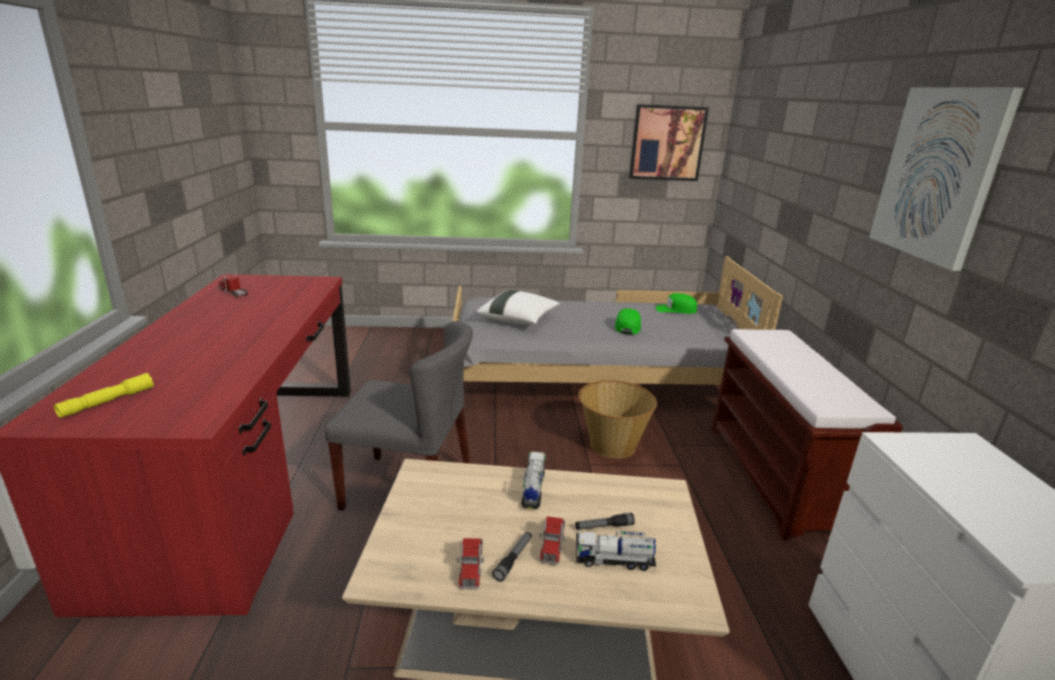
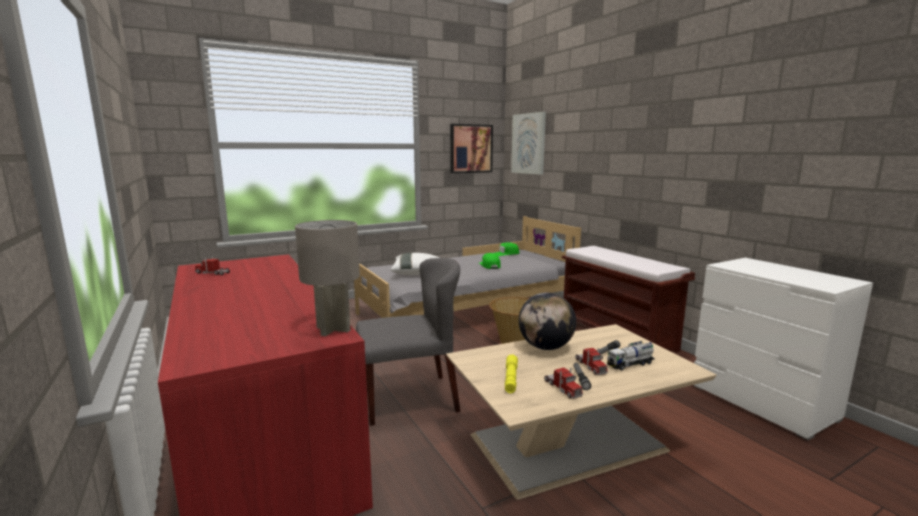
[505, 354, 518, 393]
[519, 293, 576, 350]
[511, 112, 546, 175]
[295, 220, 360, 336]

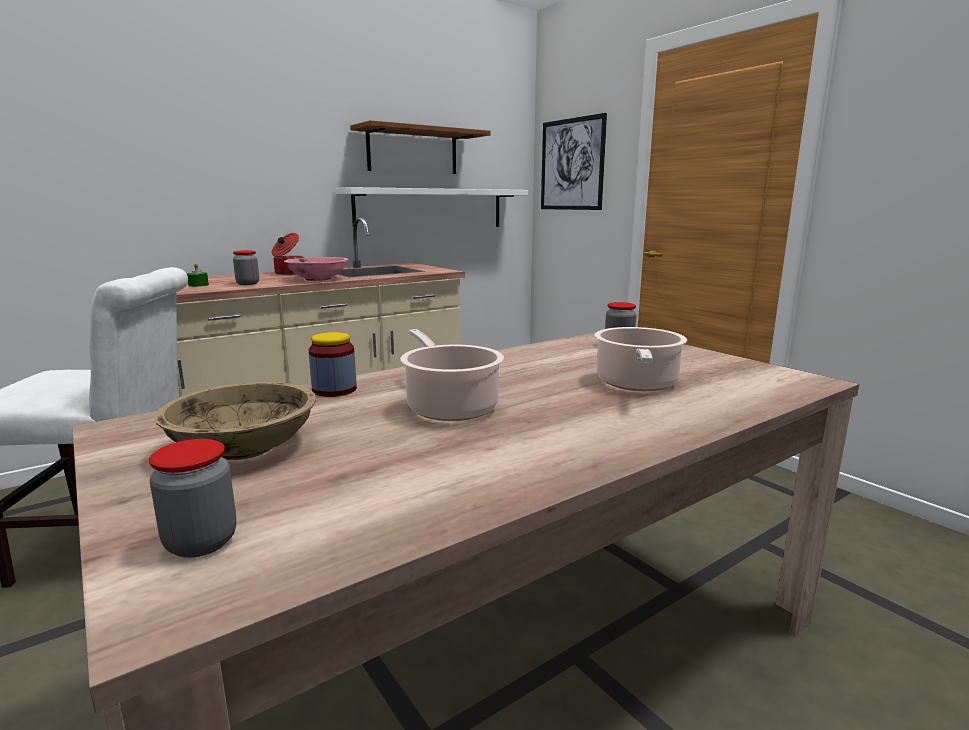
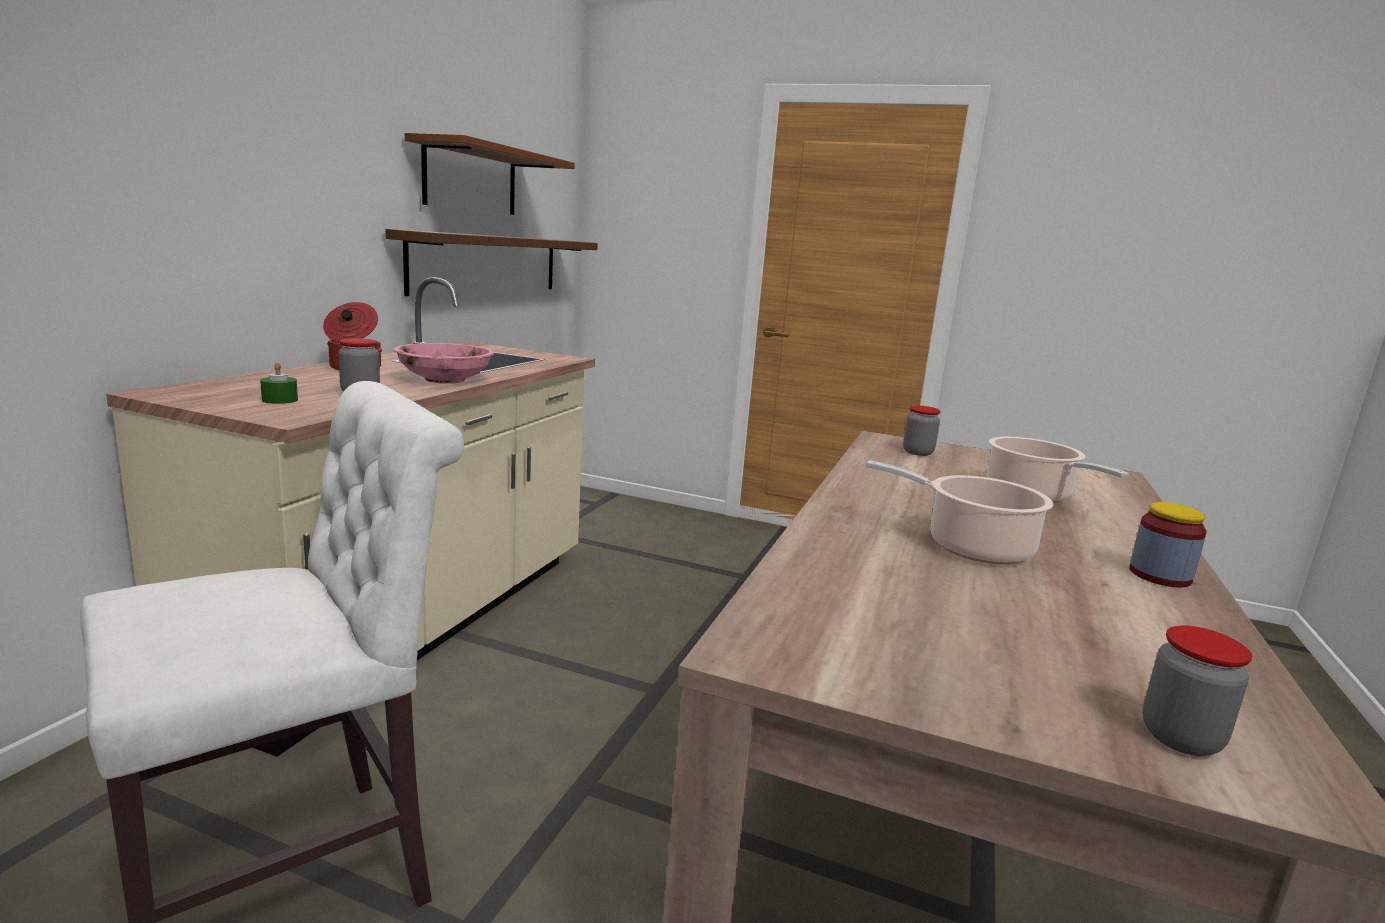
[154, 382, 316, 460] (first image)
[1129, 502, 1206, 587]
[385, 229, 598, 296]
[541, 113, 607, 210] (first image)

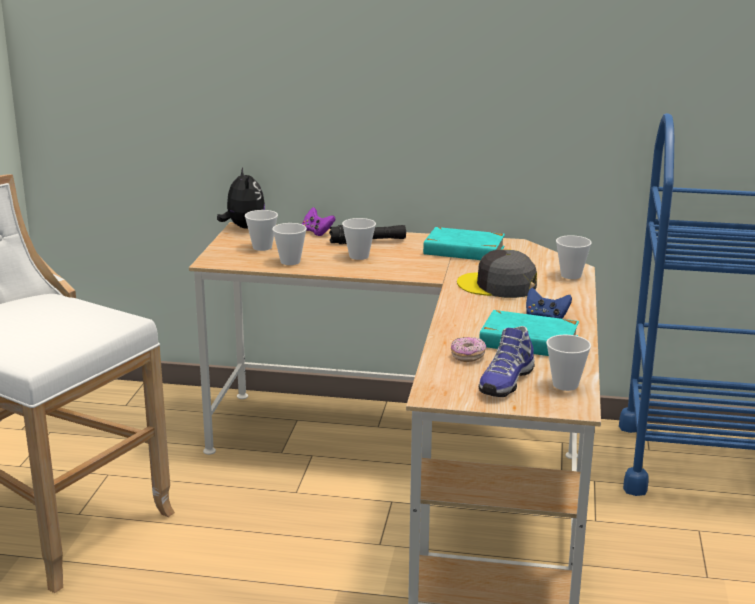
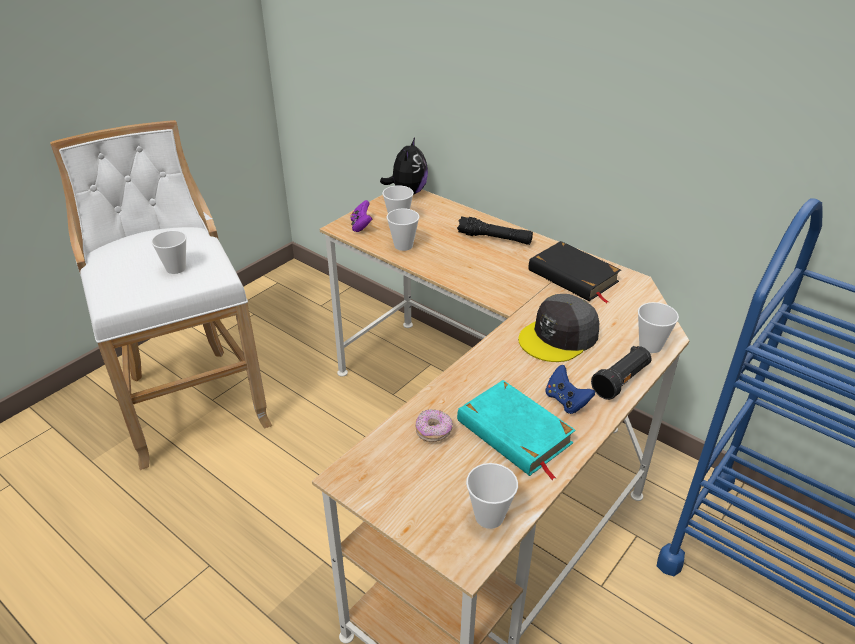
[351, 200, 372, 232]
[151, 230, 187, 274]
[529, 241, 621, 303]
[518, 294, 599, 362]
[479, 326, 535, 397] (first image)
[591, 346, 652, 400]

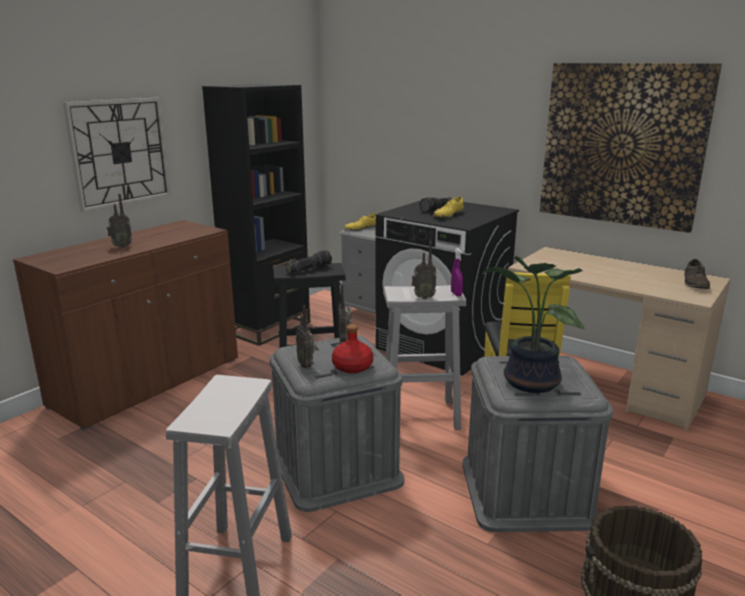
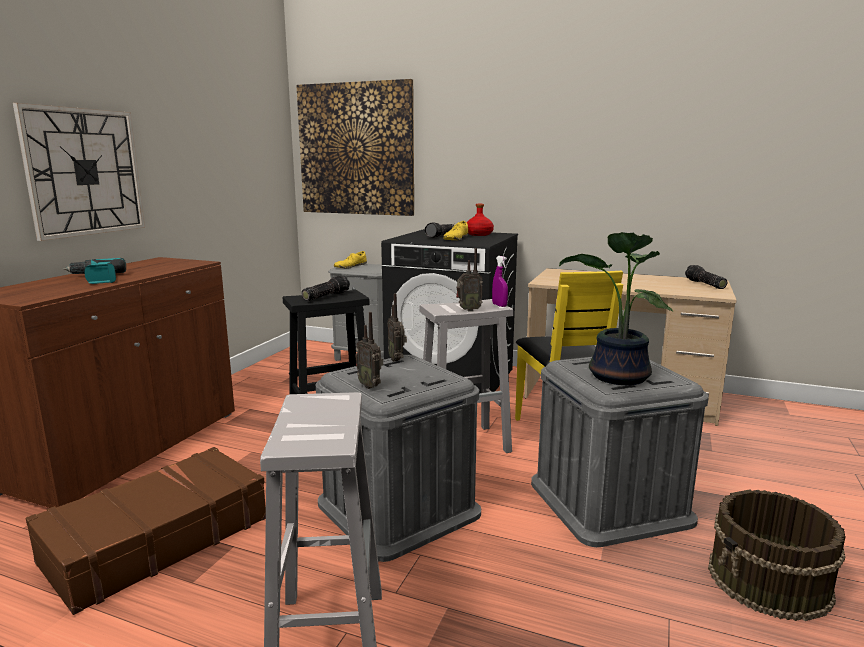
[63, 258, 126, 284]
[202, 84, 310, 346] (first image)
[467, 204, 494, 236]
[296, 79, 414, 216]
[685, 265, 727, 289]
[26, 447, 266, 615]

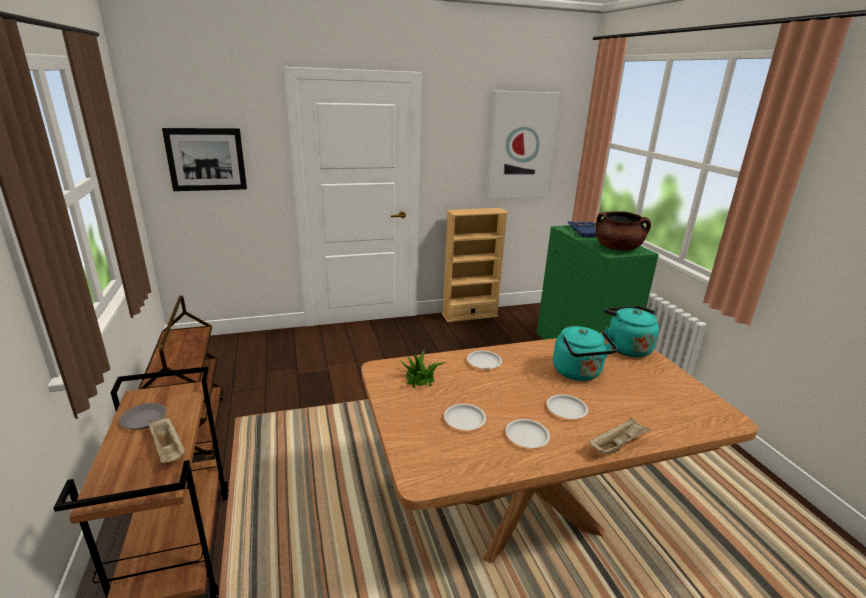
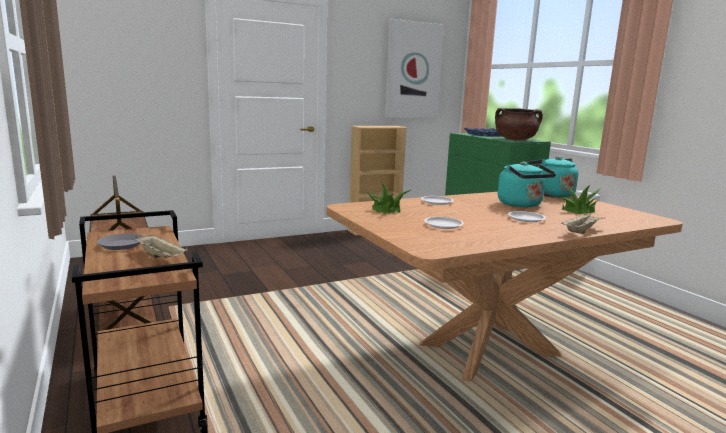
[162, 128, 247, 191] (first image)
[505, 419, 550, 448] (first image)
[559, 185, 602, 214]

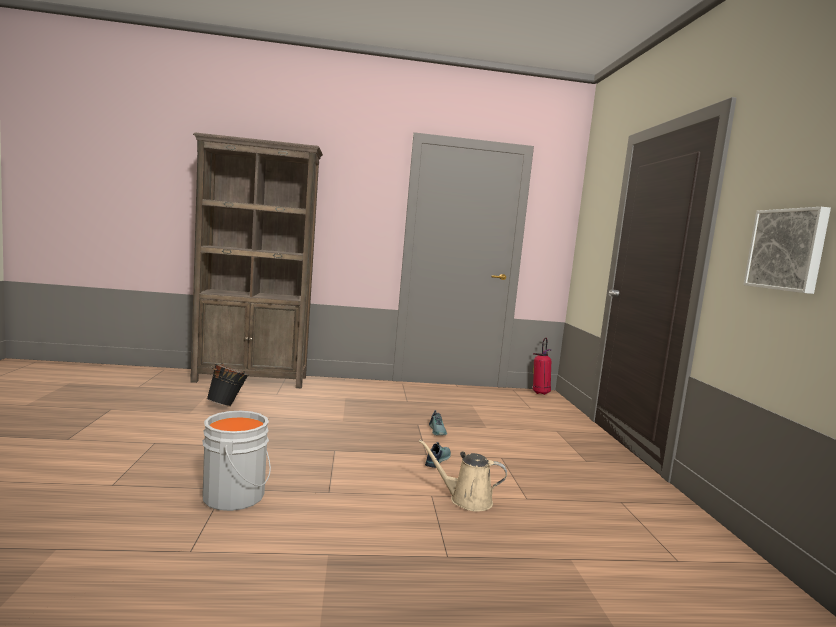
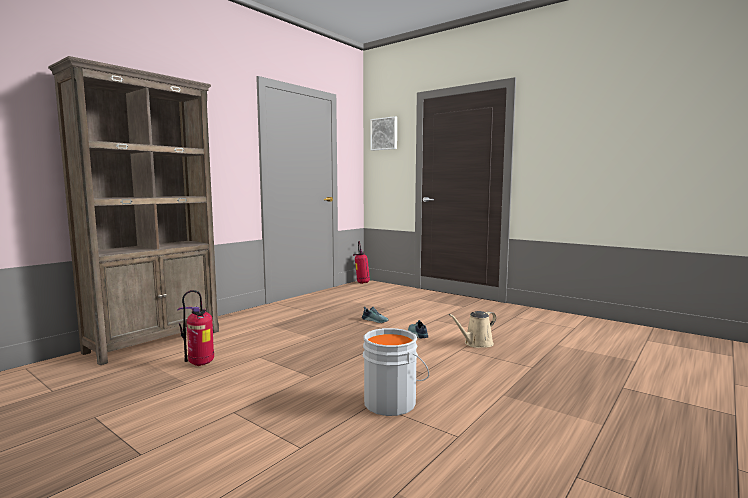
[177, 290, 214, 366]
[370, 116, 397, 151]

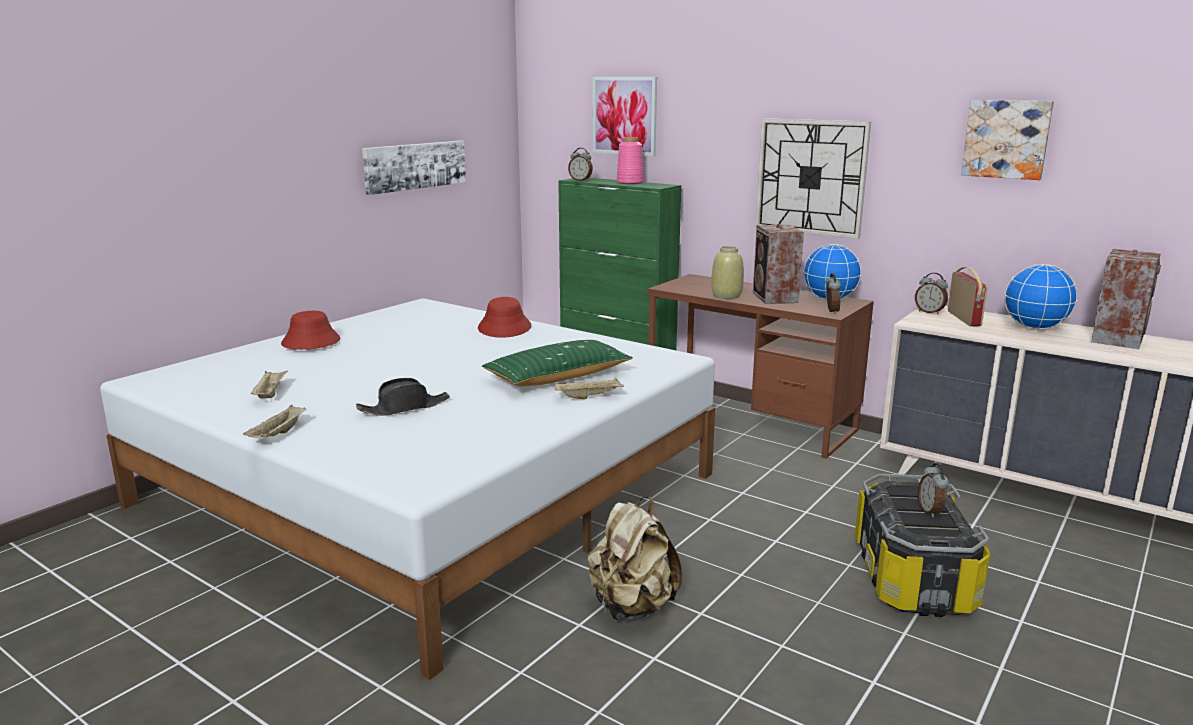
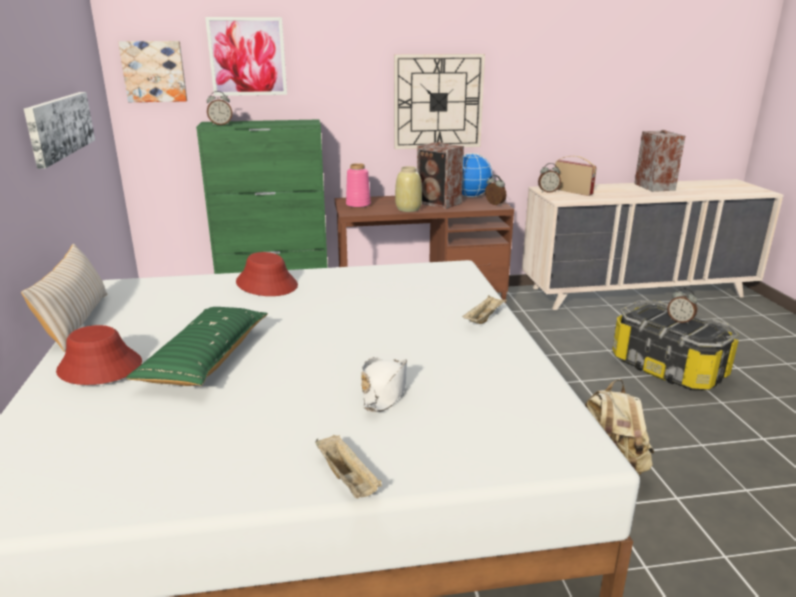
[250, 370, 288, 398] (first image)
[361, 357, 407, 412]
[126, 307, 268, 386]
[346, 163, 371, 208]
[118, 41, 187, 102]
[1005, 264, 1077, 329] (first image)
[21, 243, 107, 352]

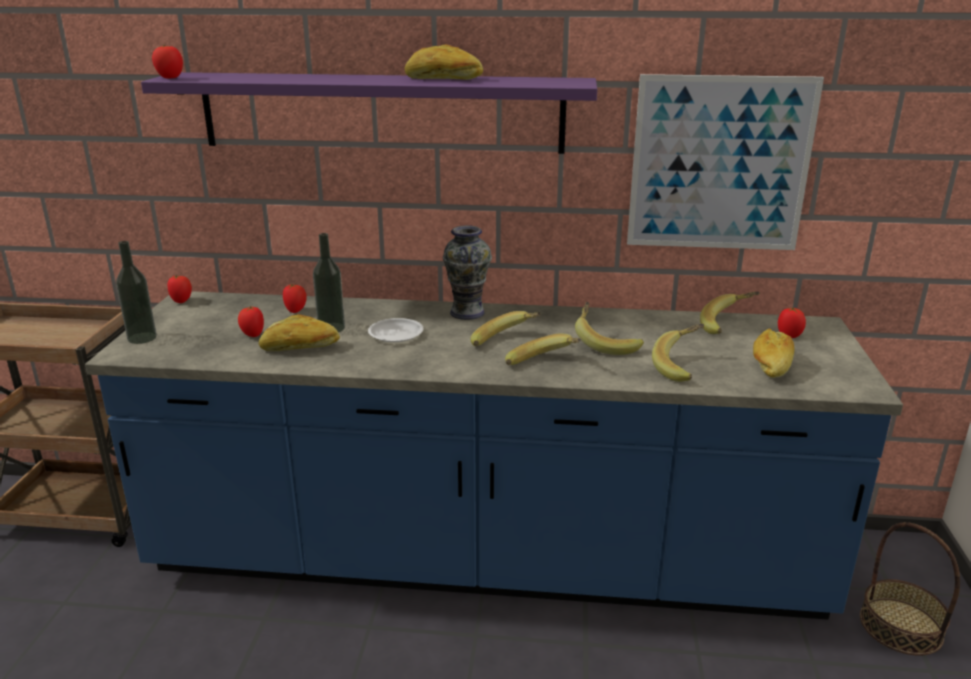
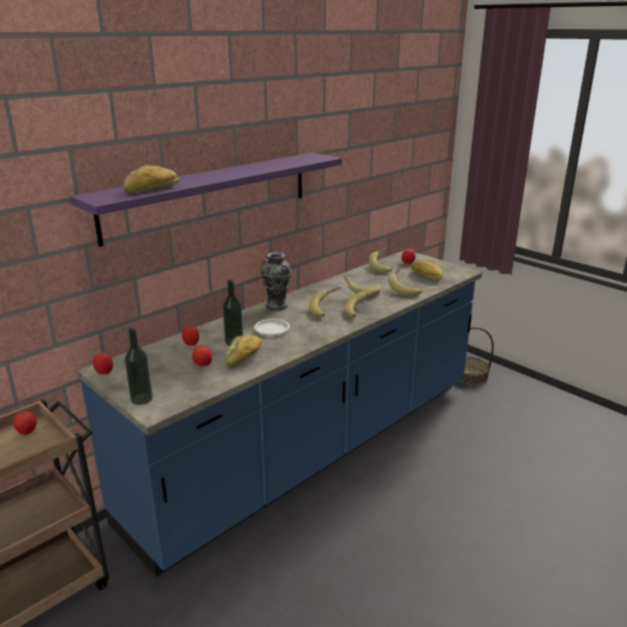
[13, 411, 37, 435]
[123, 165, 179, 193]
[627, 74, 824, 250] (first image)

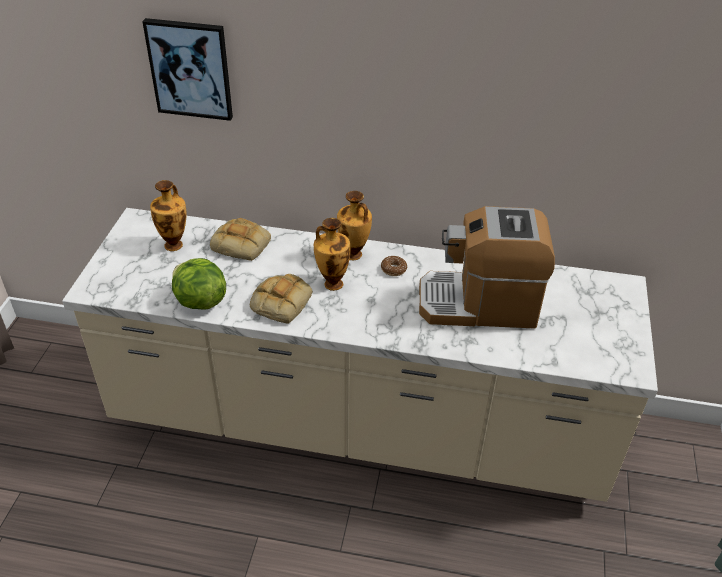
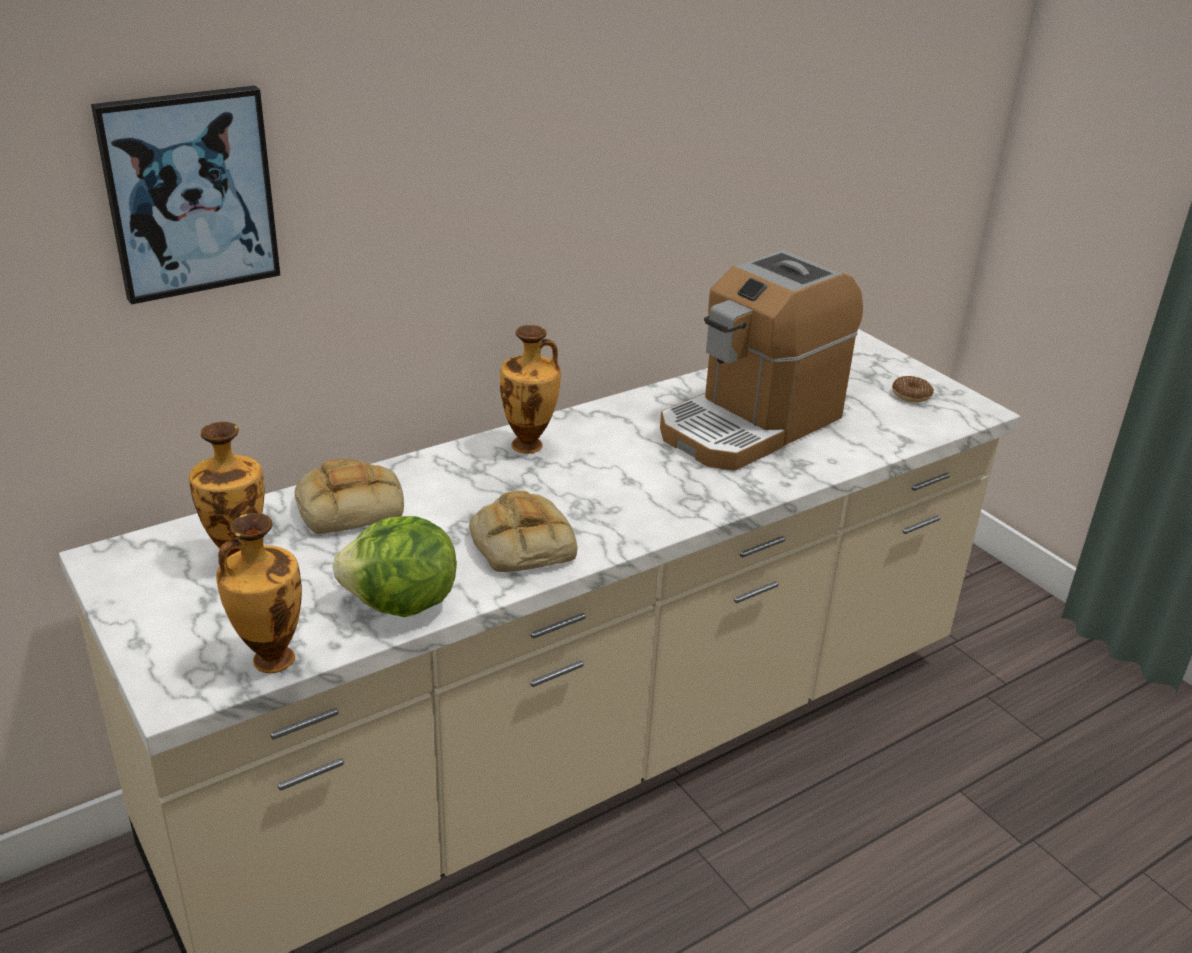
[216, 513, 302, 673]
[892, 376, 934, 402]

